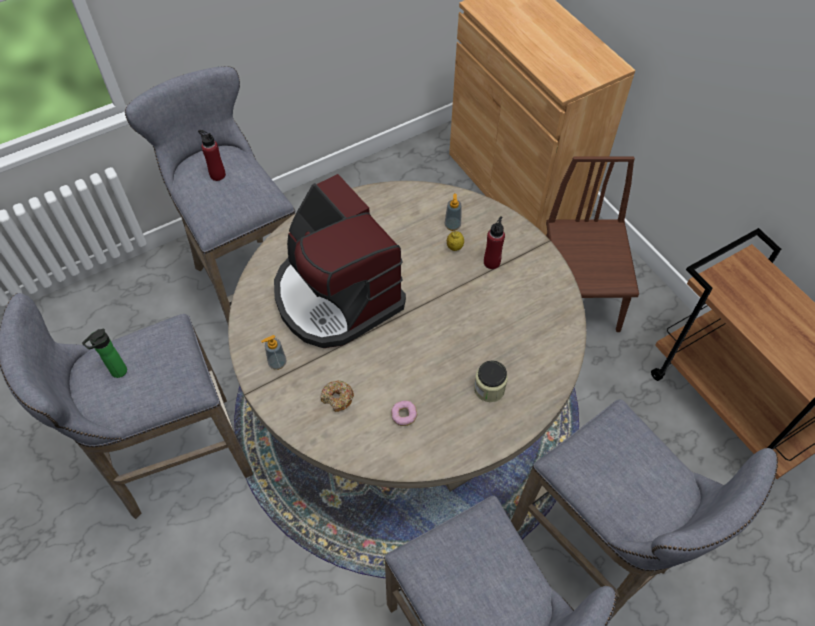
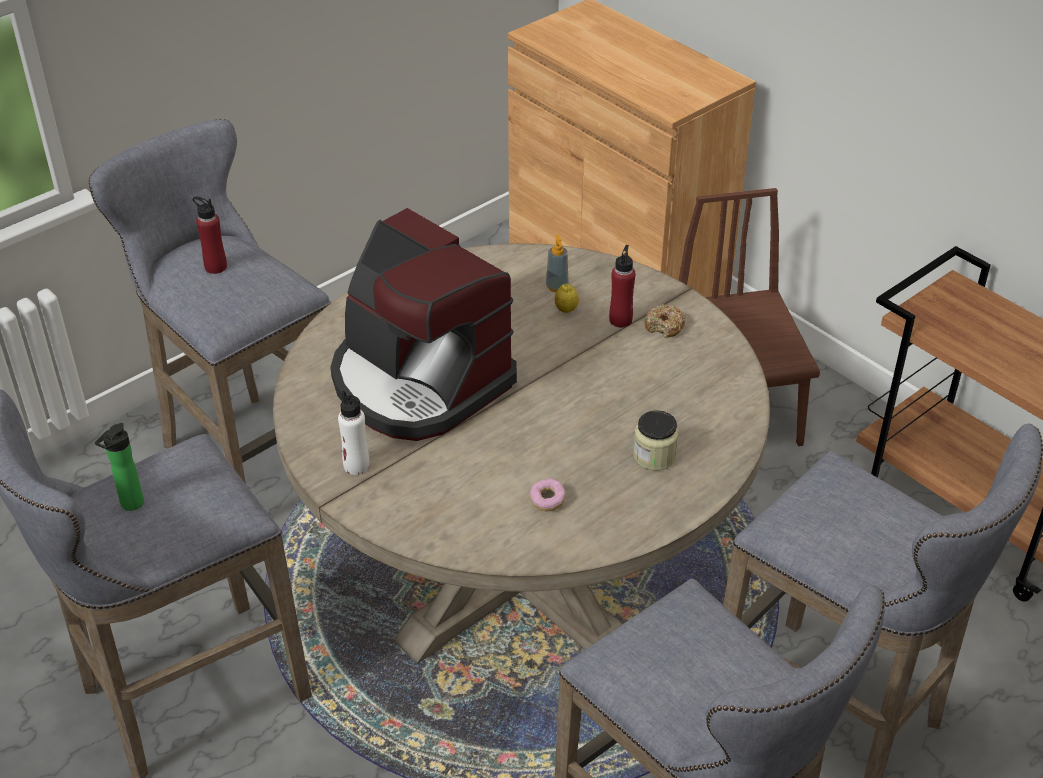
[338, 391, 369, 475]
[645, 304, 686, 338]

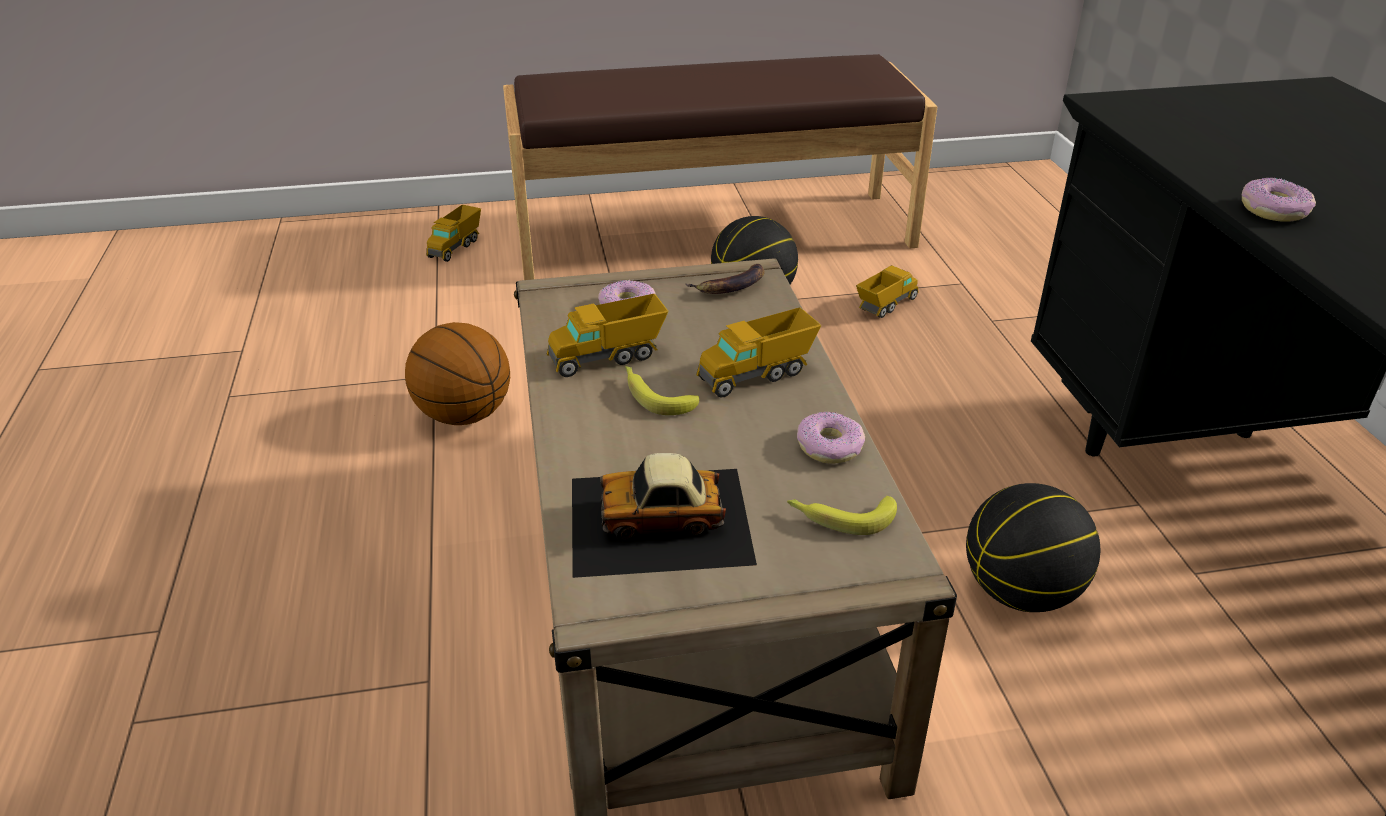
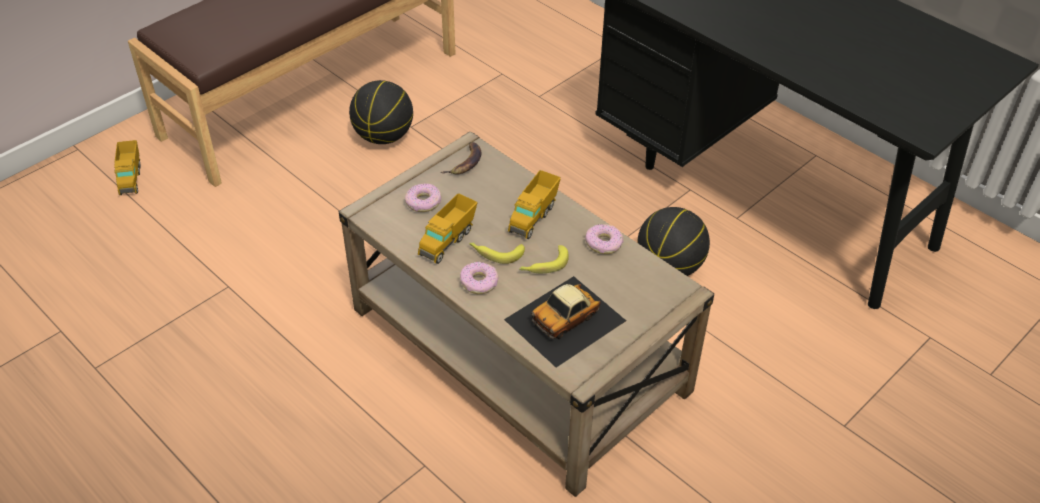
[405, 322, 510, 425] (first image)
[519, 245, 569, 273]
[856, 265, 918, 318] (first image)
[460, 262, 499, 294]

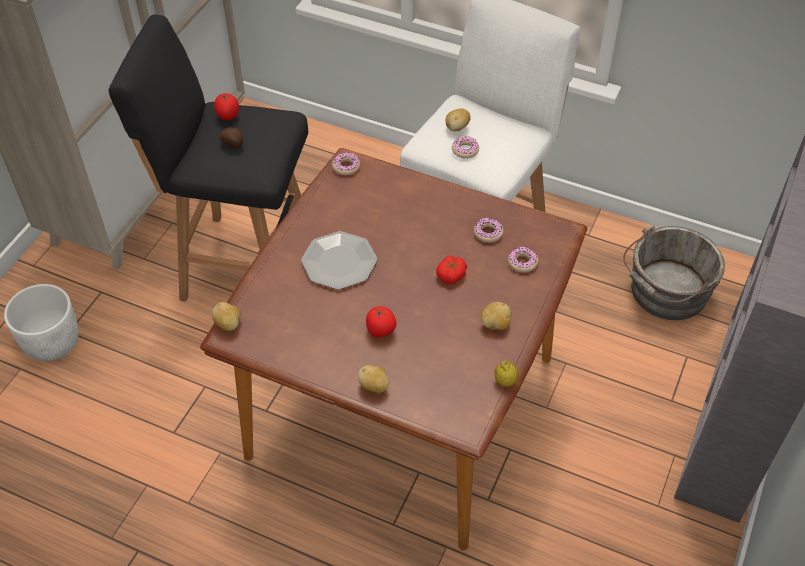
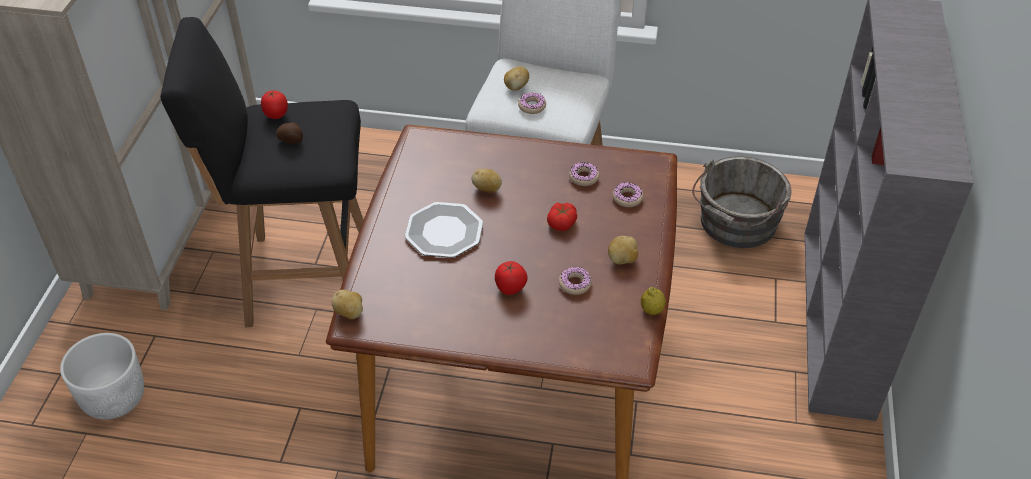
[558, 267, 592, 295]
[472, 169, 502, 193]

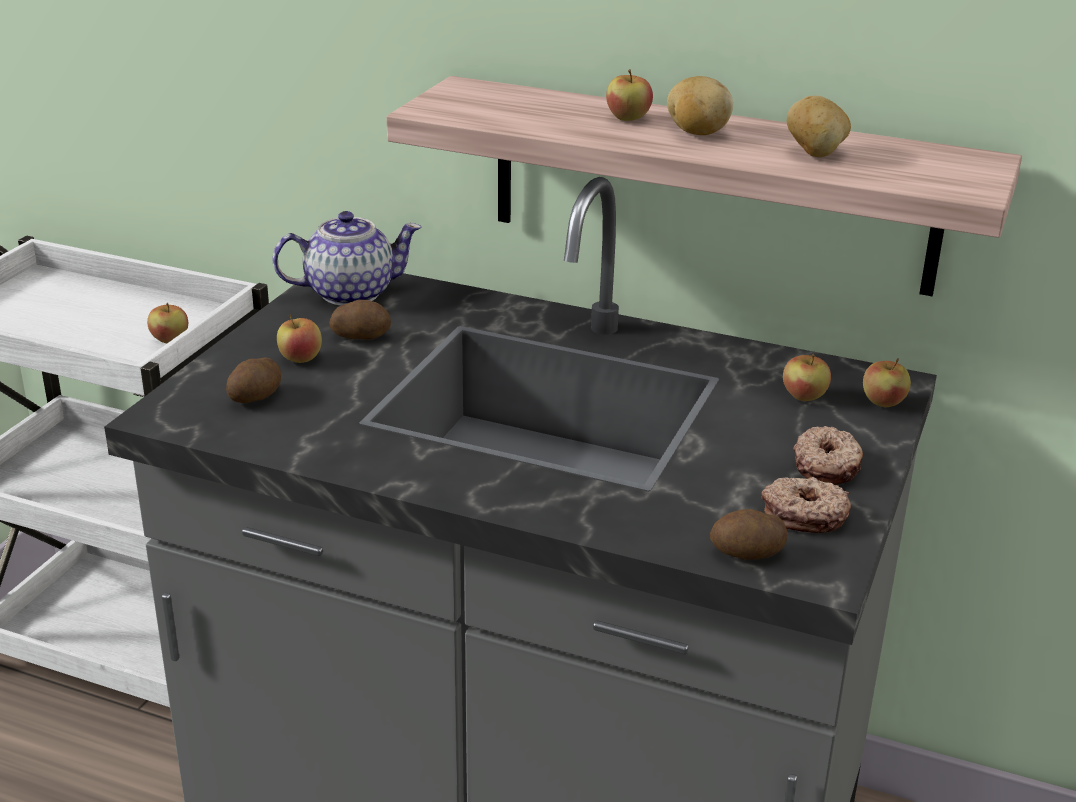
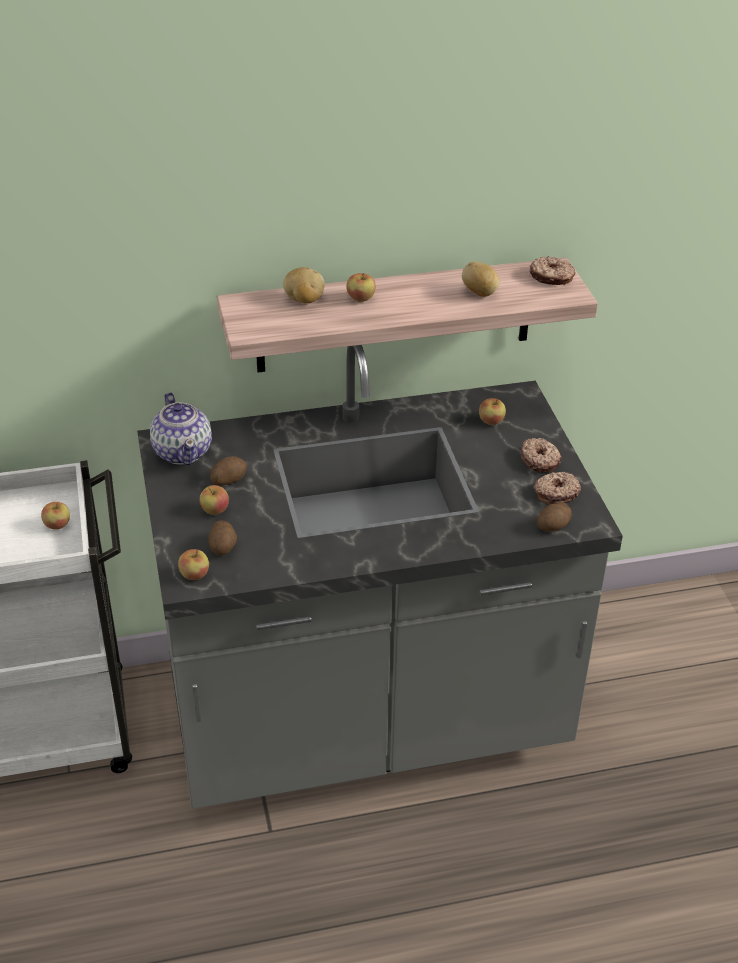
[150, 392, 212, 465]
[283, 267, 325, 303]
[178, 549, 209, 580]
[530, 256, 575, 285]

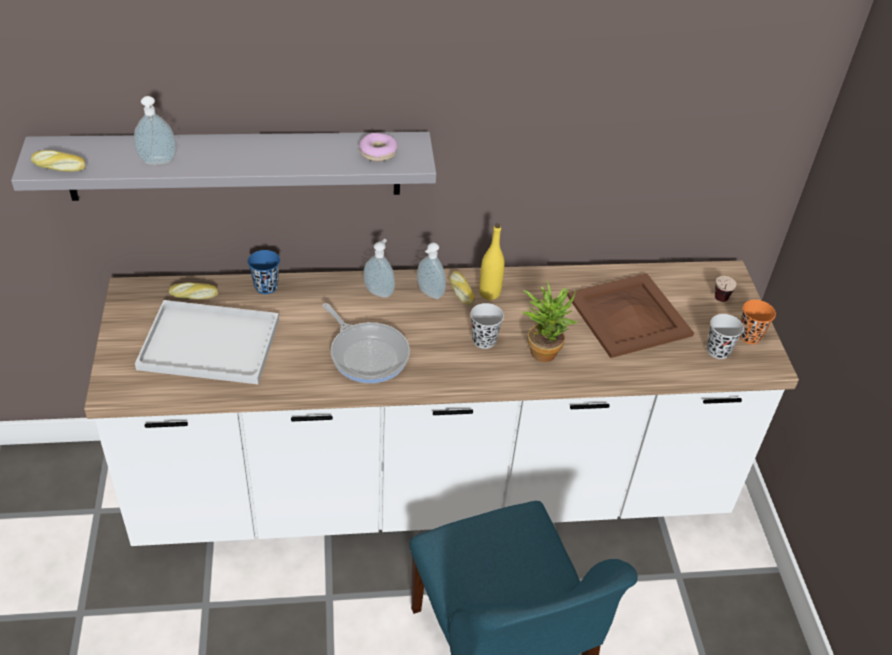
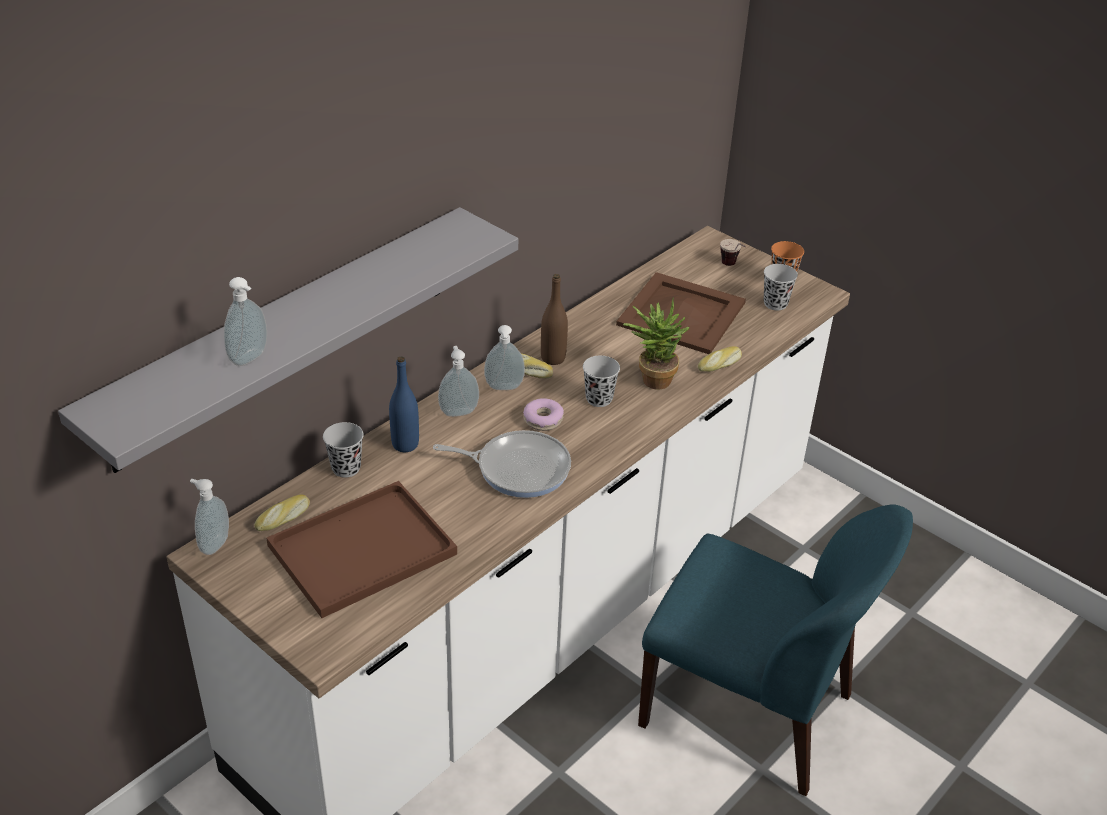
[698, 346, 742, 372]
[266, 481, 457, 618]
[323, 422, 364, 478]
[523, 398, 564, 431]
[541, 274, 568, 365]
[190, 479, 229, 555]
[389, 357, 419, 452]

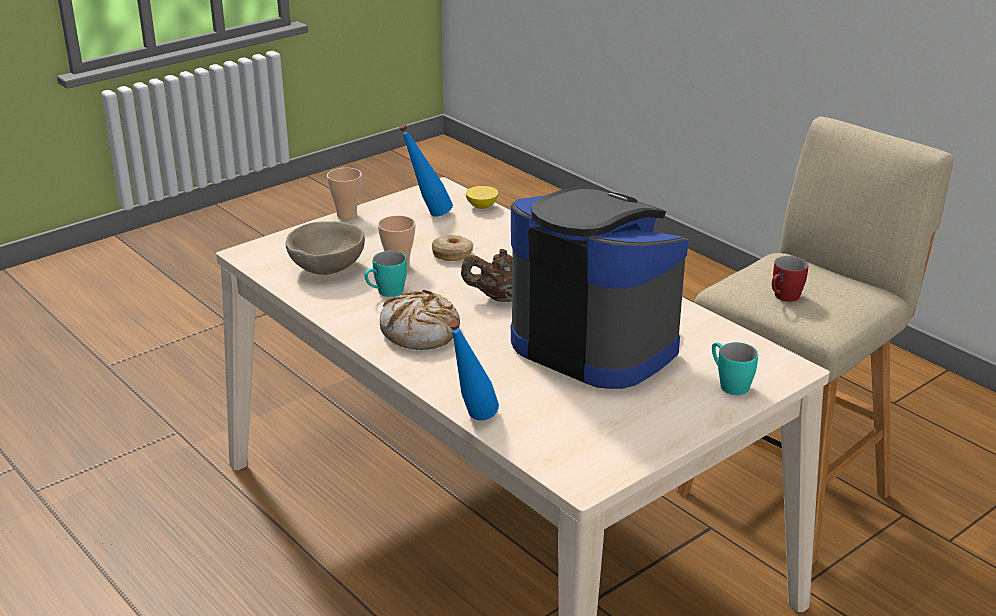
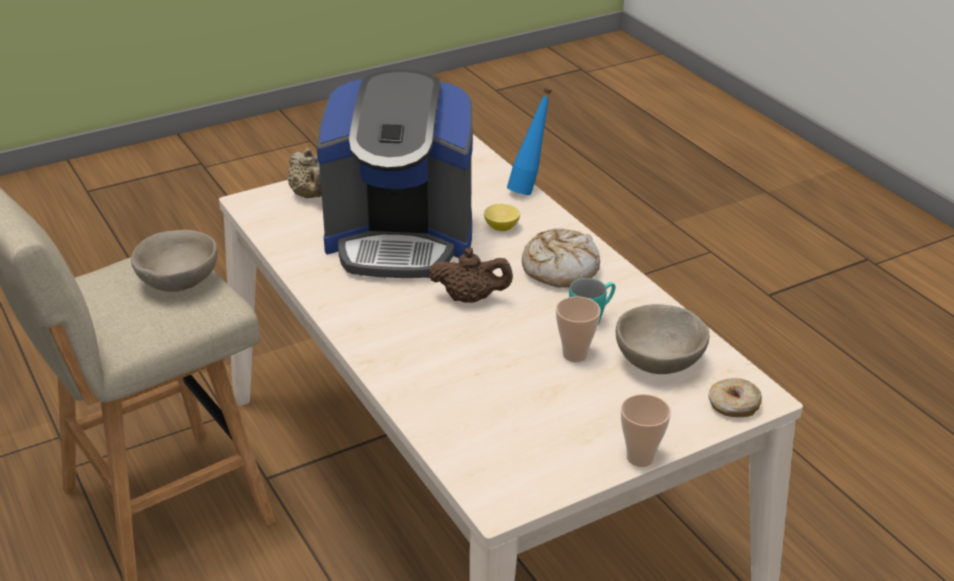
[399, 124, 453, 217] (first image)
[708, 378, 762, 417]
[484, 204, 520, 231]
[317, 69, 473, 278]
[288, 148, 322, 198]
[131, 230, 218, 292]

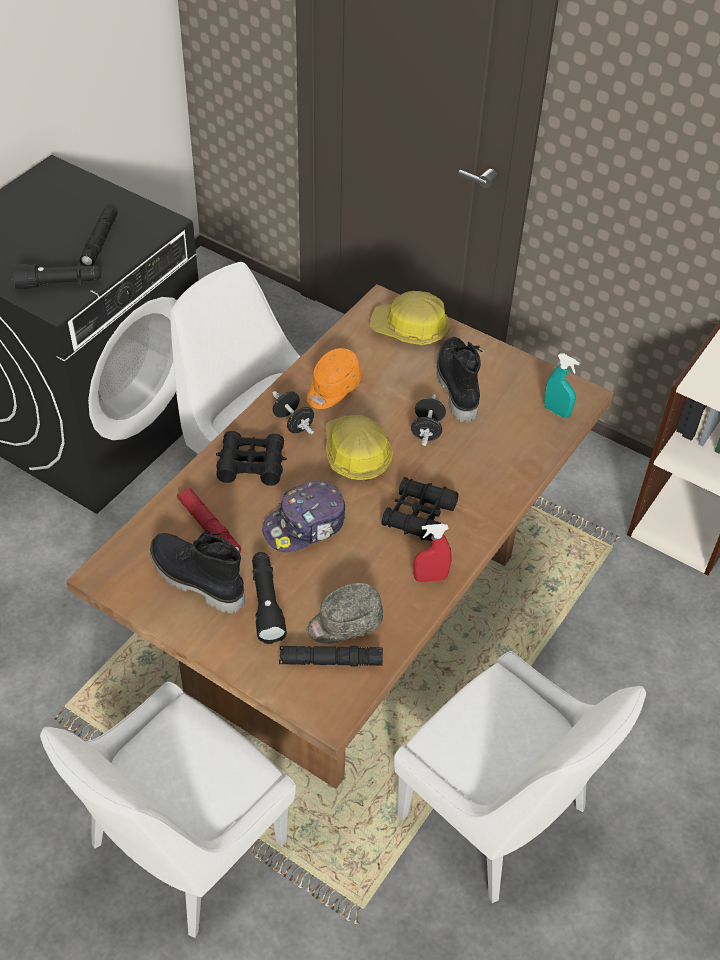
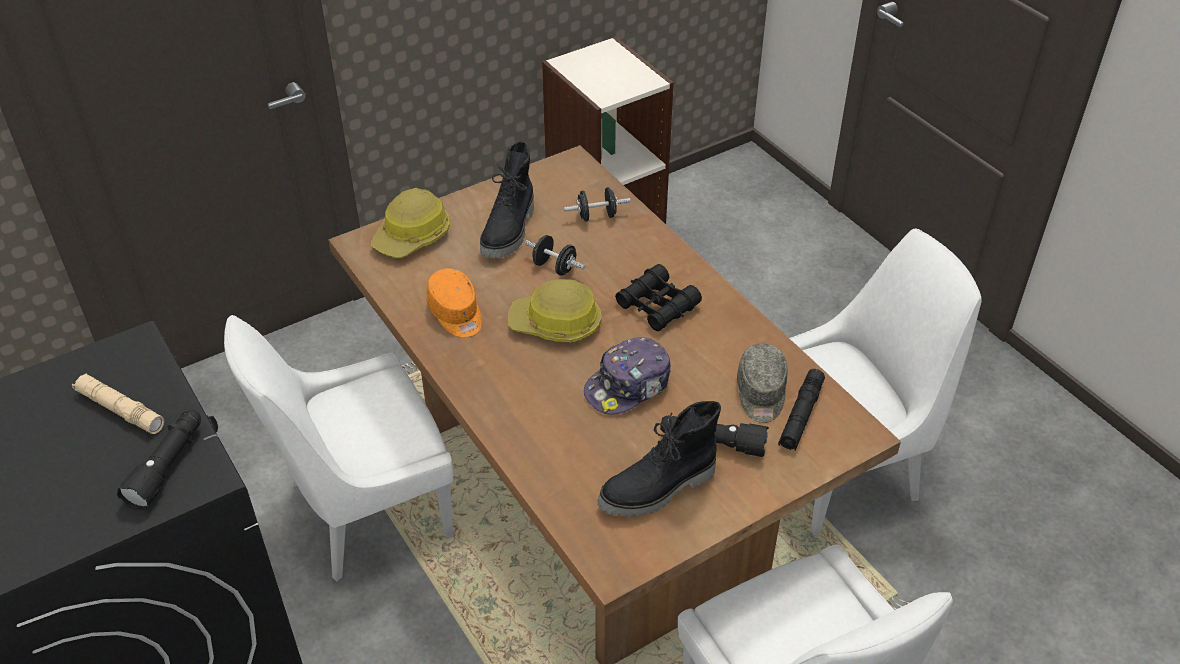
[72, 374, 164, 434]
[177, 488, 241, 553] (first image)
[216, 431, 287, 486] (first image)
[584, 337, 671, 415]
[564, 187, 630, 222]
[413, 524, 451, 582] (first image)
[480, 141, 534, 258]
[544, 353, 580, 418] (first image)

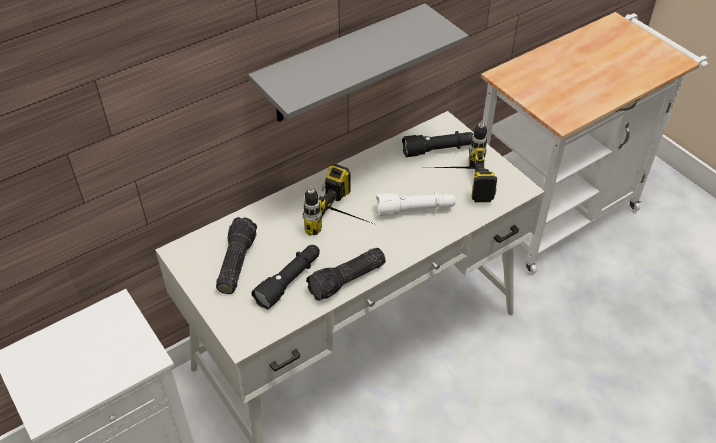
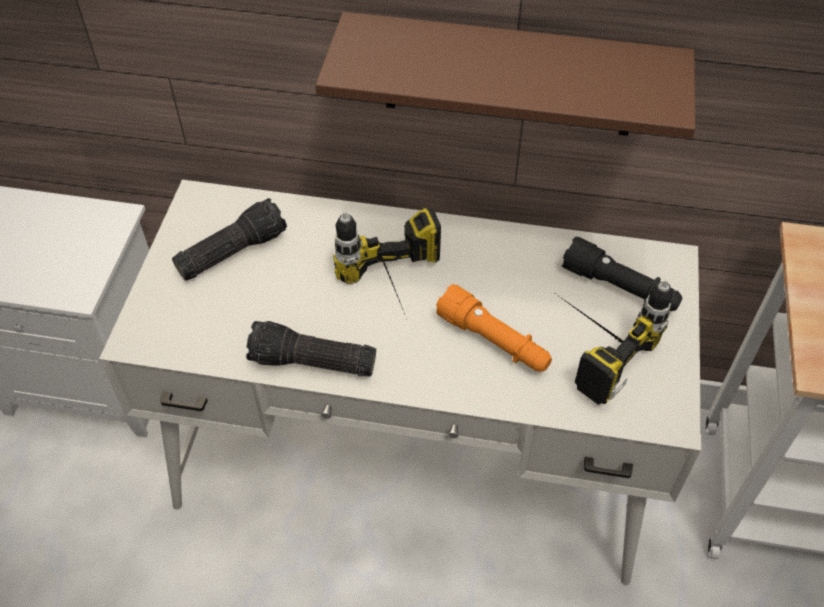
[315, 12, 696, 139]
[251, 245, 320, 310] (first image)
[436, 284, 552, 372]

